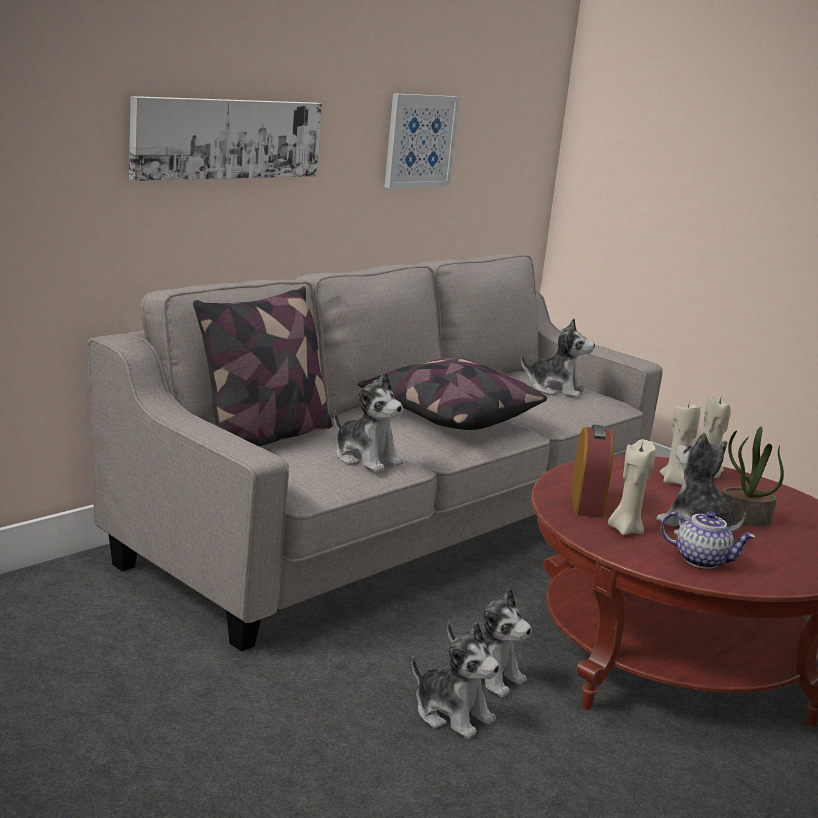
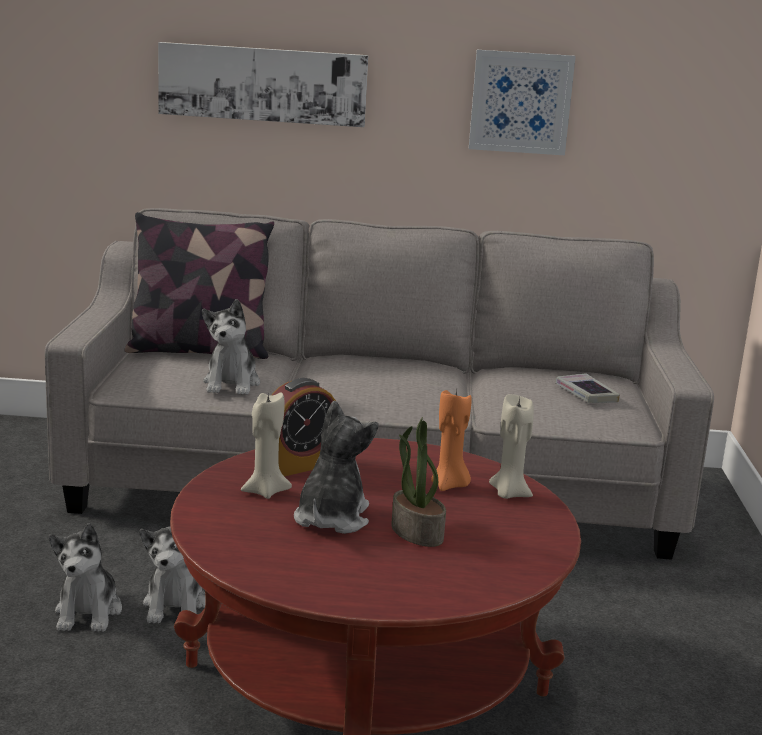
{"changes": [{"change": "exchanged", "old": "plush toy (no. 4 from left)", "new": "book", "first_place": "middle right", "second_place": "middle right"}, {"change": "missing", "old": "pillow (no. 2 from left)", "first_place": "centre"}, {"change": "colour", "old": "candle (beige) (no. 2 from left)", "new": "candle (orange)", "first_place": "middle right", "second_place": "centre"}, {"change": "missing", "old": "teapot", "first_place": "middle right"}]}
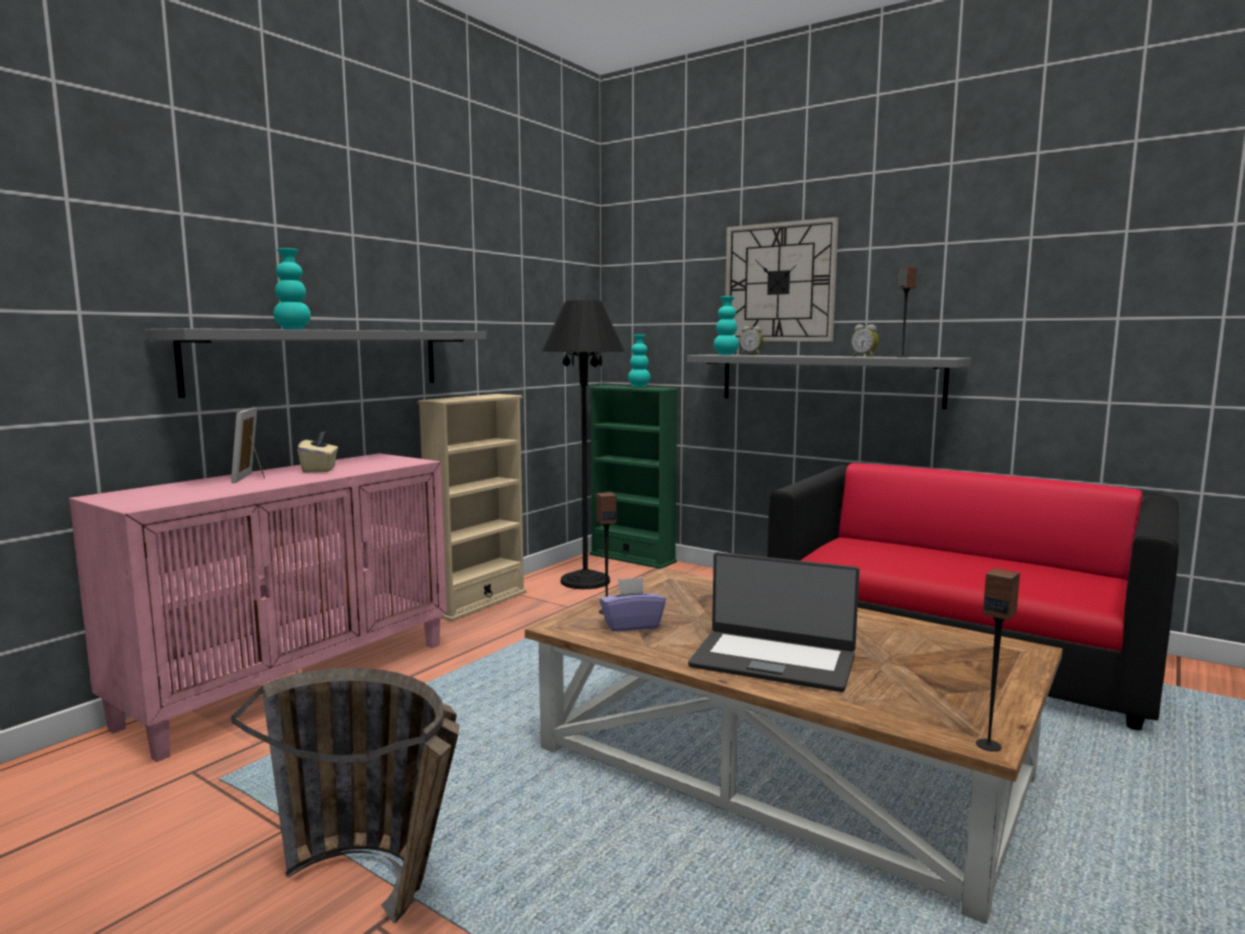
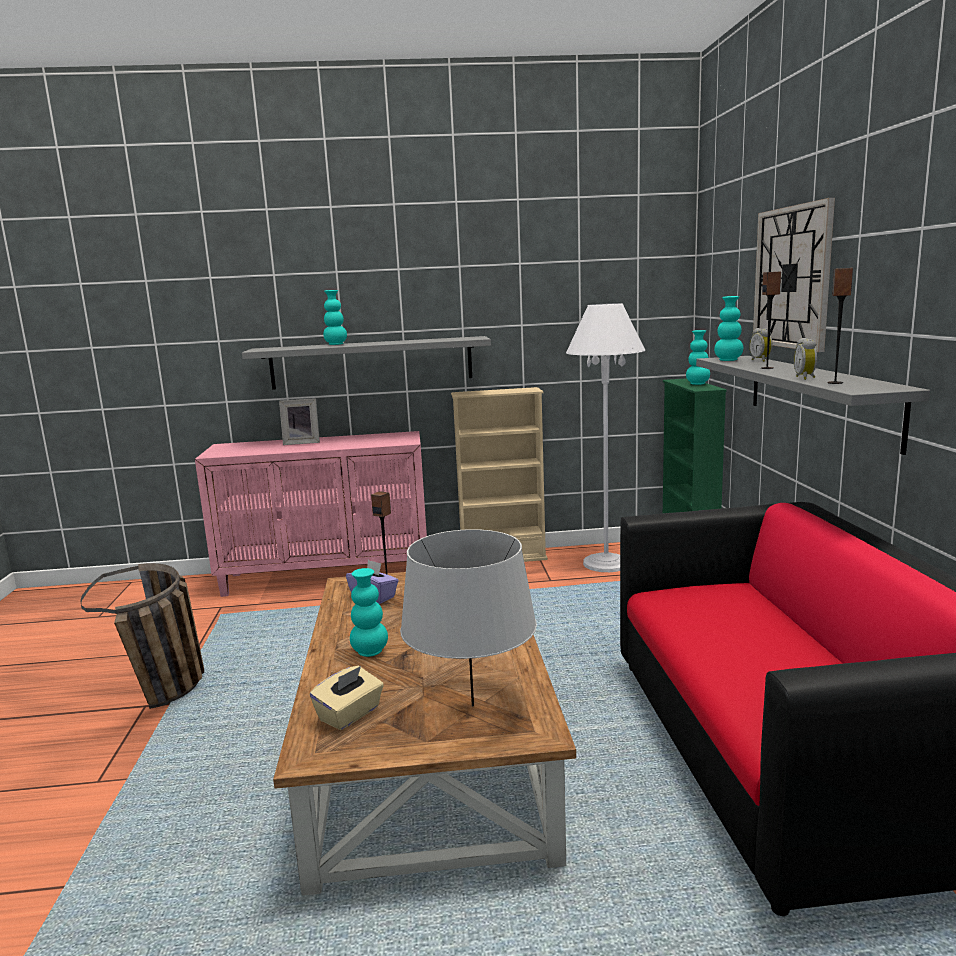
{"changes": [{"change": "colour", "old": "floor lamp (black)", "new": "floor lamp (white)", "first_place": "centre", "second_place": "centre"}, {"change": "spun", "old": "picture frame", "first_place": "middle left", "second_place": "middle left", "degrees": -135}, {"change": "relocated", "old": "tissue box (beige)", "first_place": "middle left", "second_place": "bottom centre"}, {"change": "exchanged", "old": "laptop", "new": "vase (turquoise) (no. 2 from left)", "first_place": "centre", "second_place": "centre"}, {"change": "relocated", "old": "speaker (no. 3 from left in the first image)", "new": "speaker (no. 2 from left)", "first_place": "bottom right", "second_place": "middle right"}, {"change": "appeared", "new": "table lamp (grey)", "second_place": "centre"}]}
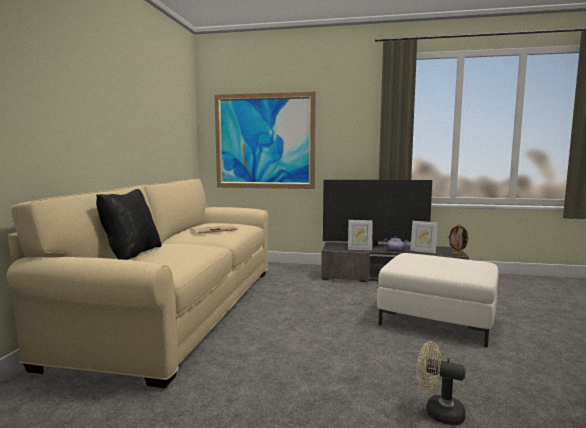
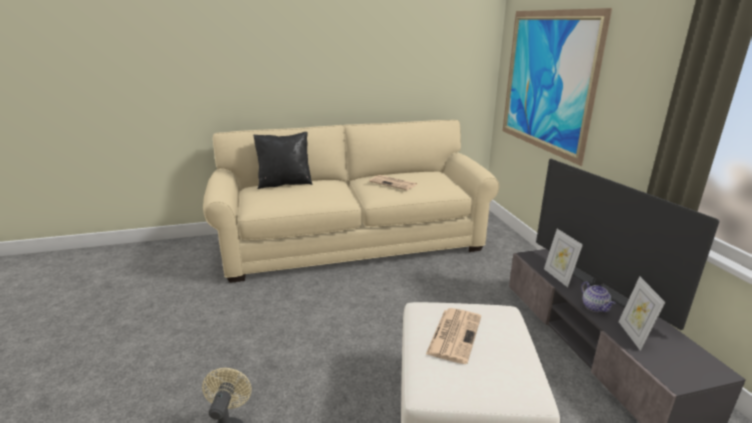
{"changes": [{"change": "missing", "old": "picture frame (no. 3 from left)", "first_place": "middle right"}, {"change": "appeared", "new": "newspaper (no. 2 from left)", "second_place": "bottom centre"}]}
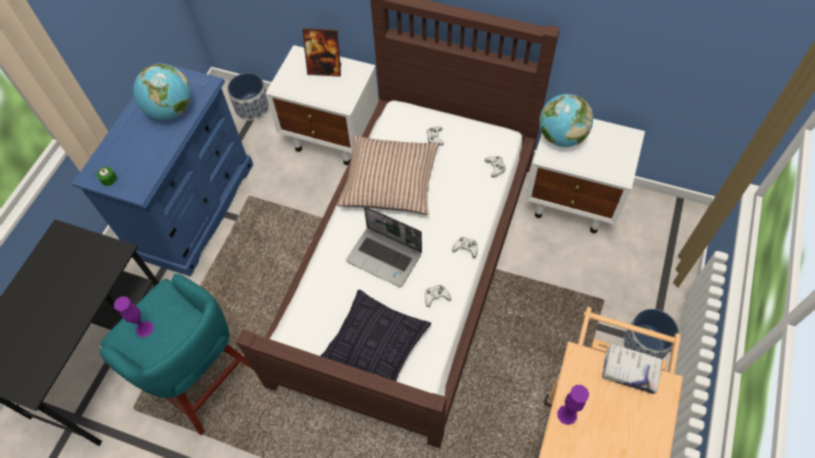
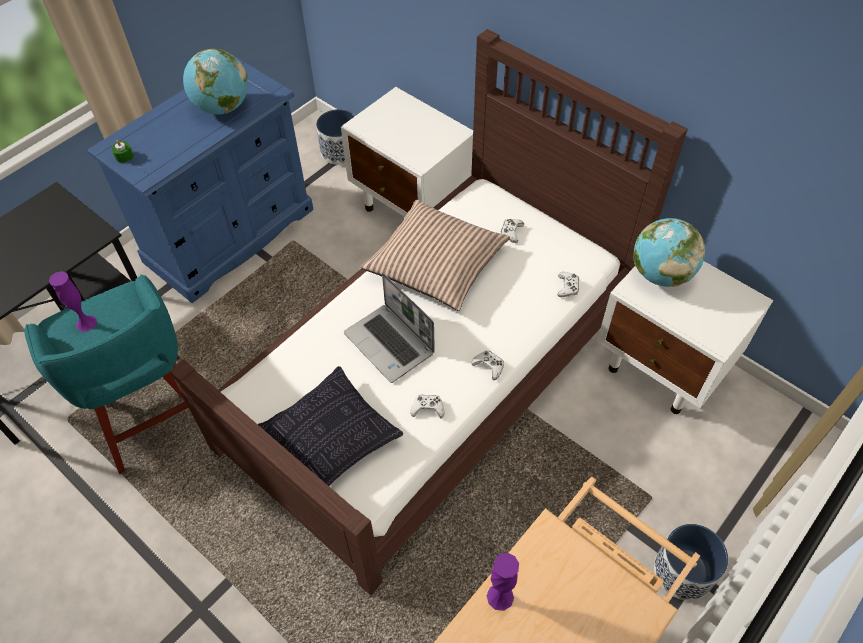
{"changes": [{"change": "missing", "old": "picture frame", "first_place": "top centre"}, {"change": "missing", "old": "book (white)", "first_place": "bottom right"}]}
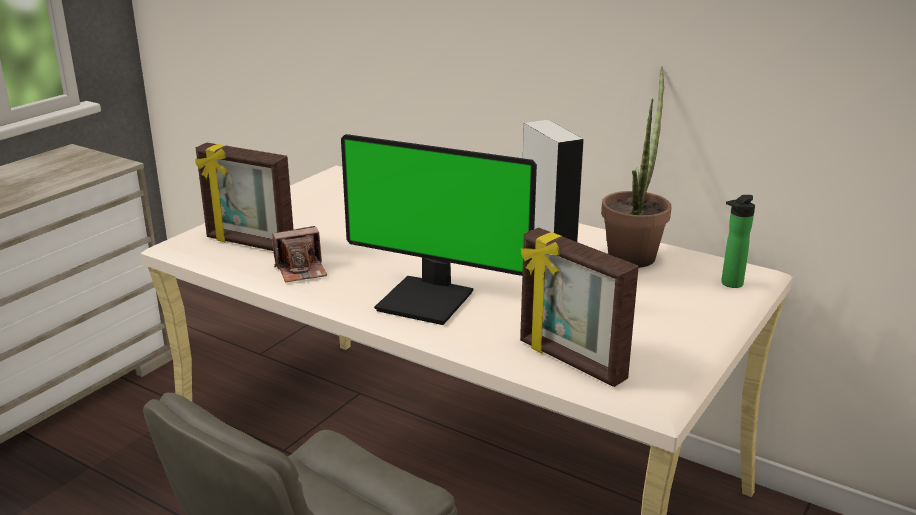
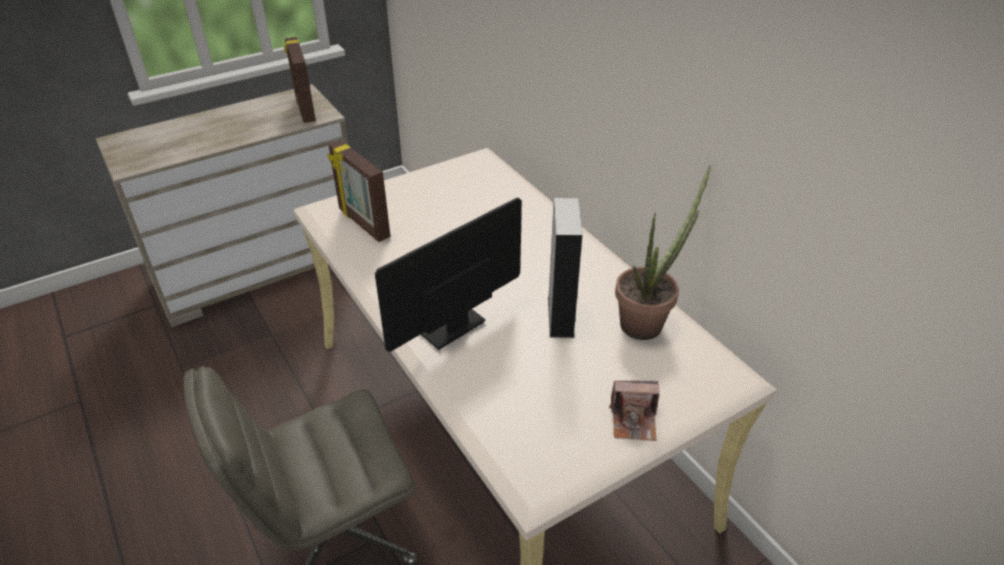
{"changes": [{"change": "spun", "old": "monitor", "first_place": "centre", "second_place": "centre", "degrees": 90}, {"change": "missing", "old": "bottle", "first_place": "middle right"}, {"change": "relocated", "old": "photo camera", "first_place": "middle left", "second_place": "bottom centre"}, {"change": "relocated", "old": "picture frame (no. 2 from left in the first image)", "new": "picture frame (no. 1 from left)", "first_place": "centre", "second_place": "top left"}]}
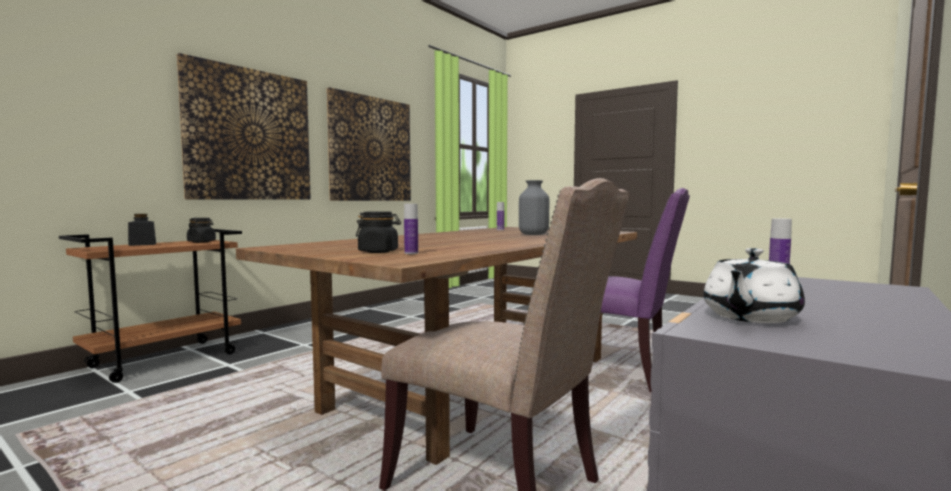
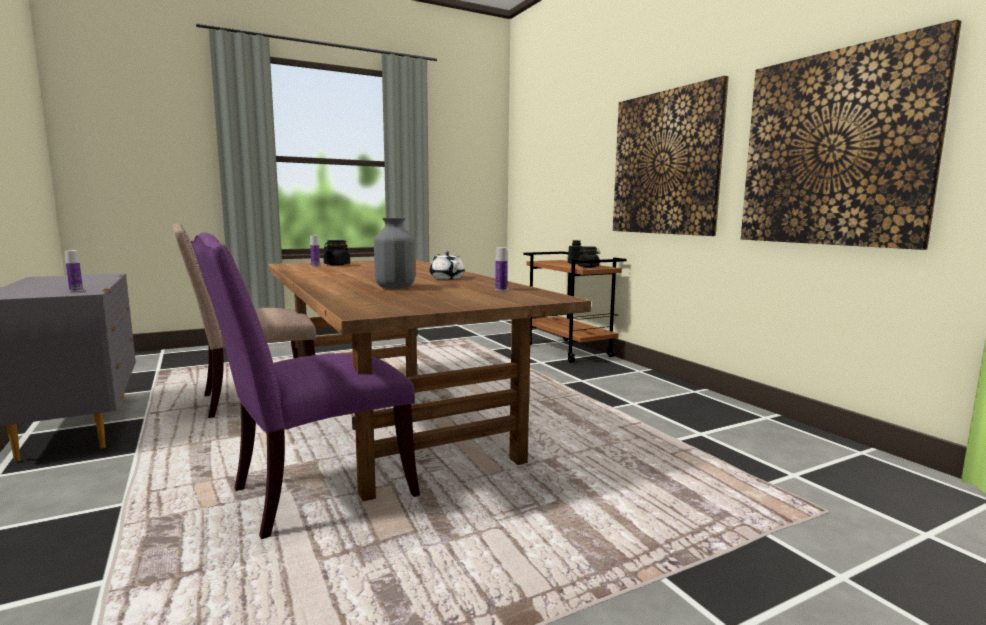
{"changes": [{"change": "relocated", "old": "teapot (white)", "first_place": "middle right", "second_place": "centre"}]}
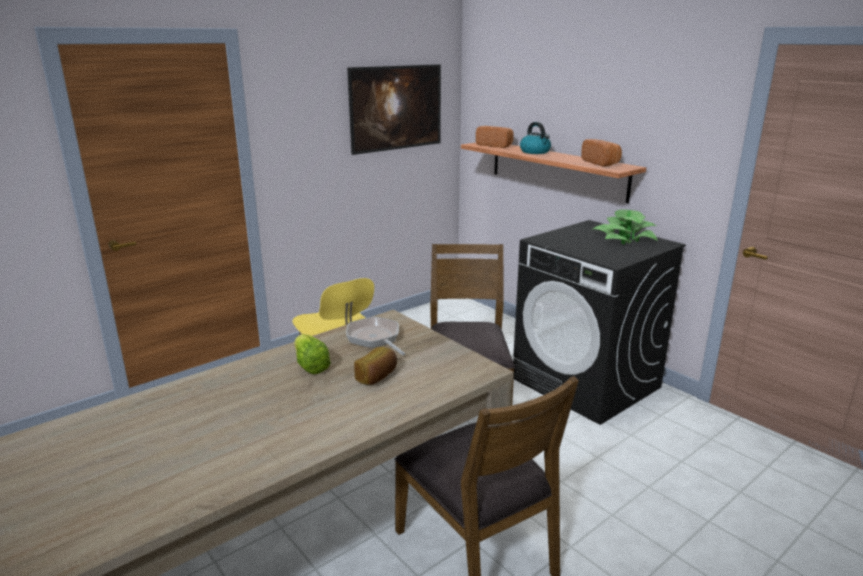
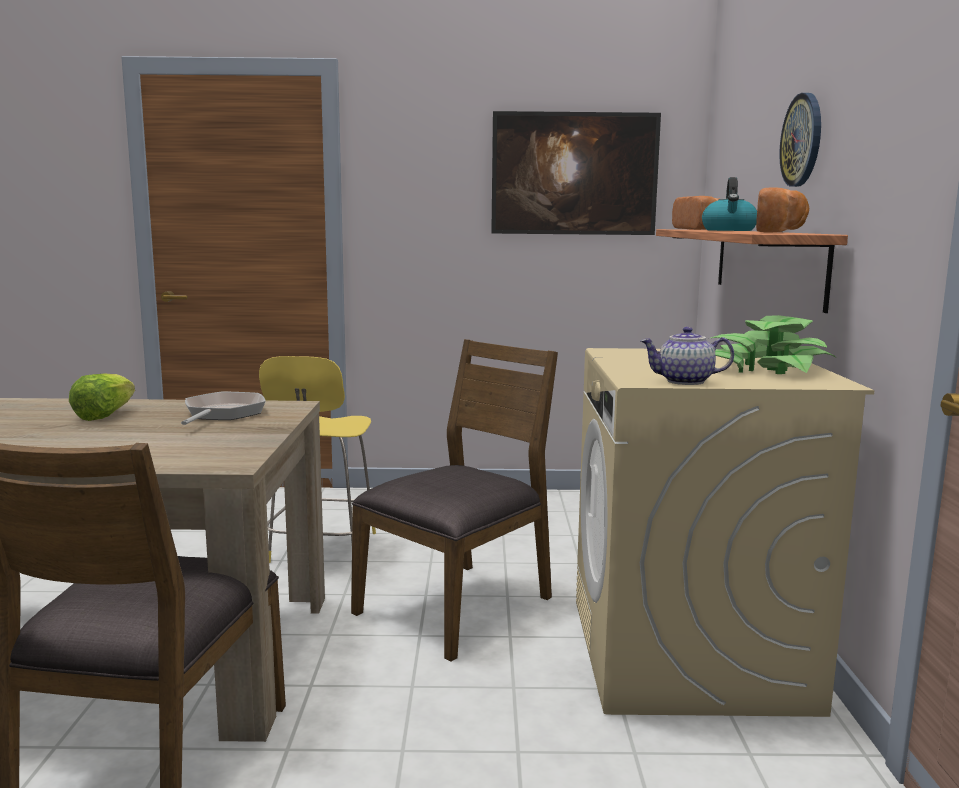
{"changes": [{"change": "colour", "old": "washing machine (black)", "new": "washing machine (beige)", "first_place": "middle right", "second_place": "bottom right"}, {"change": "missing", "old": "bread (no. 1 from left)", "first_place": "centre"}, {"change": "appeared", "new": "wall clock", "second_place": "top right"}, {"change": "appeared", "new": "teapot", "second_place": "middle right"}]}
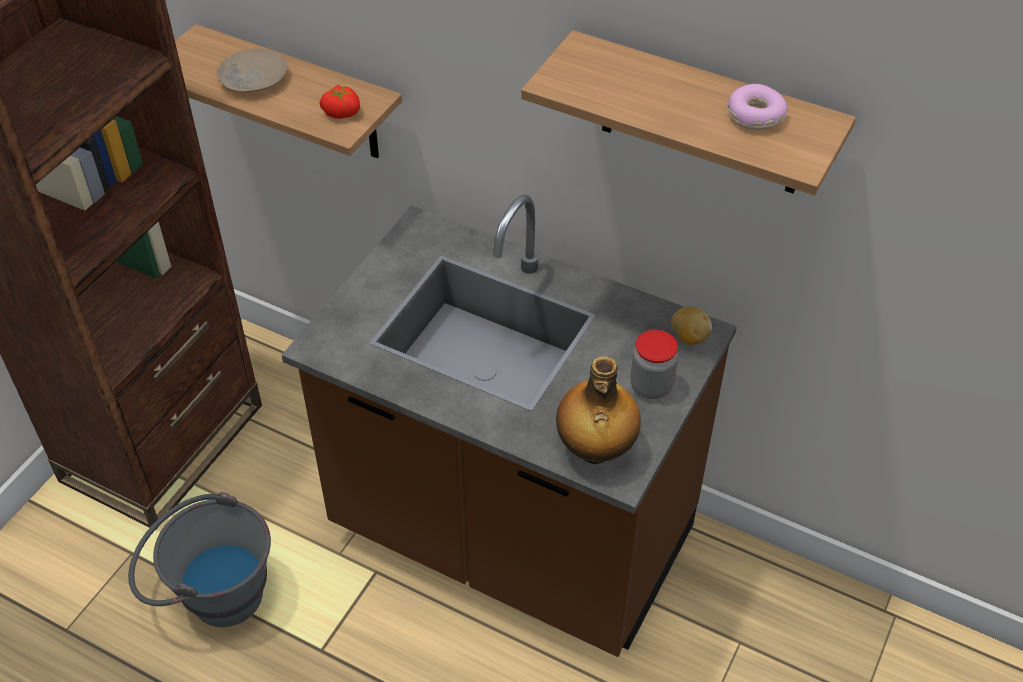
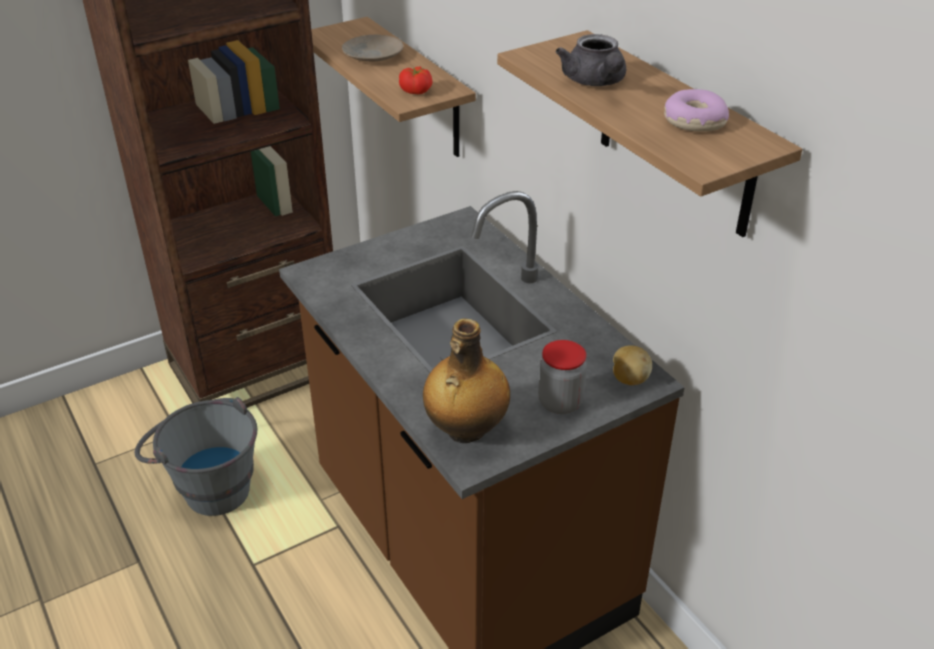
{"changes": [{"change": "appeared", "new": "teapot (grey)", "second_place": "top centre"}]}
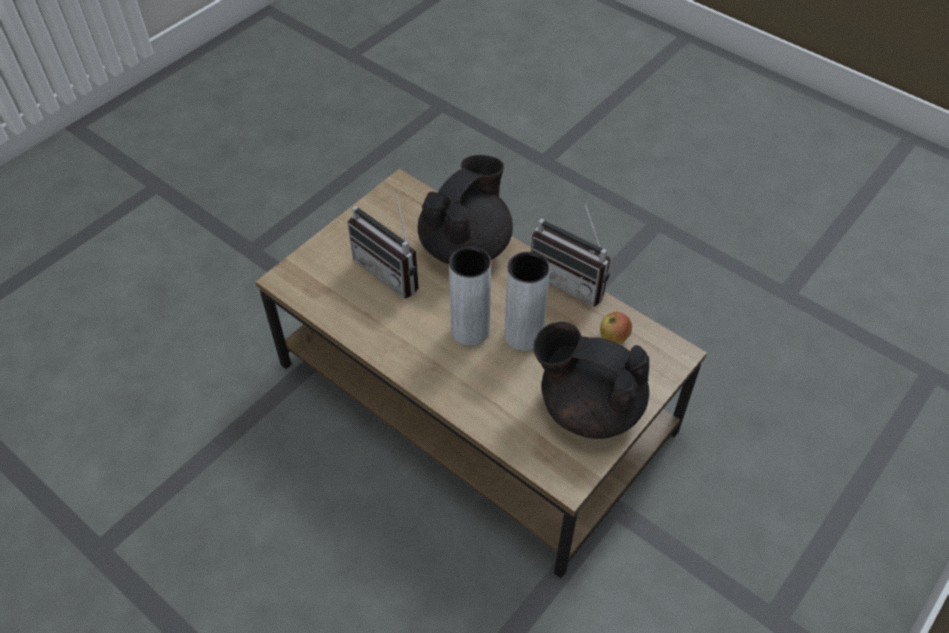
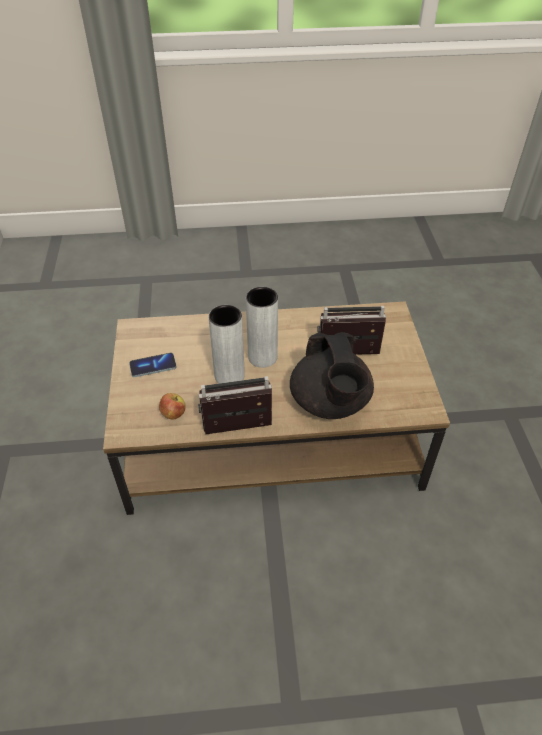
{"changes": [{"change": "exchanged", "old": "teapot (black) (no. 2 from left)", "new": "phone", "first_place": "centre", "second_place": "middle left"}]}
